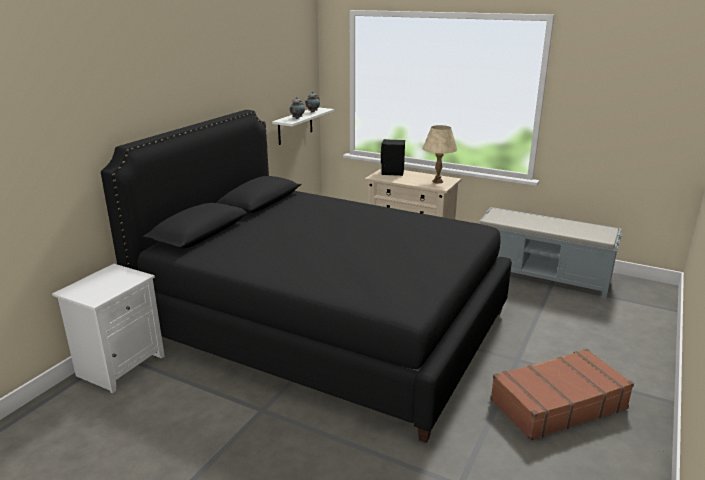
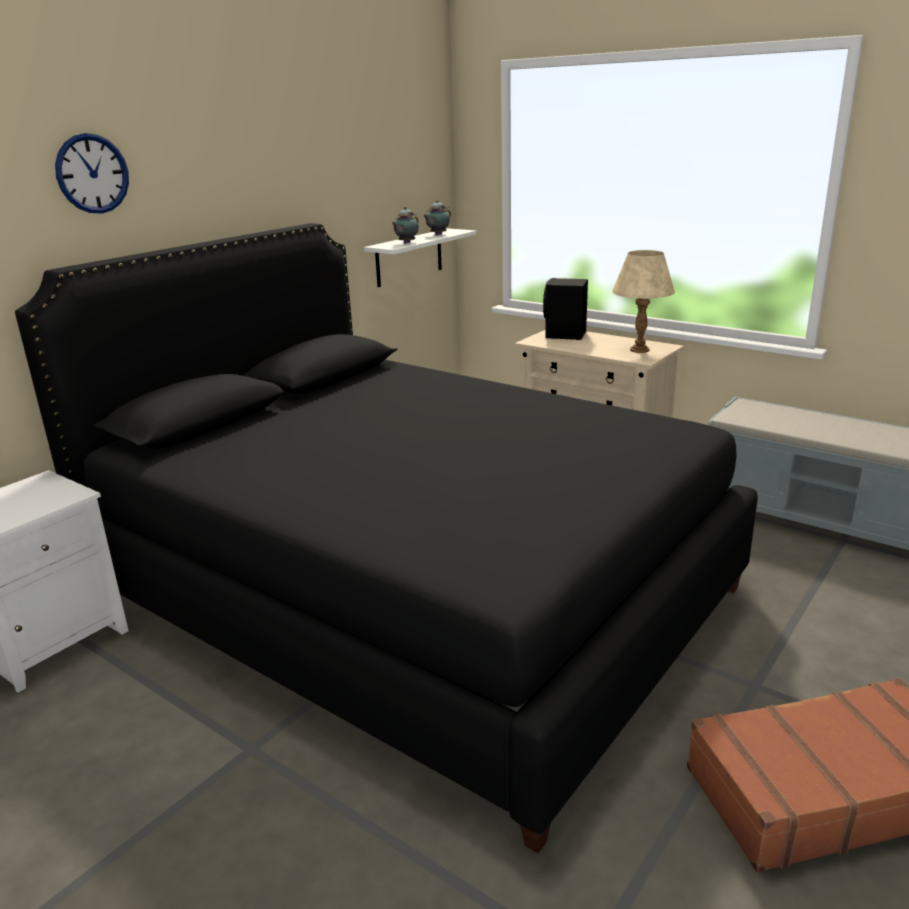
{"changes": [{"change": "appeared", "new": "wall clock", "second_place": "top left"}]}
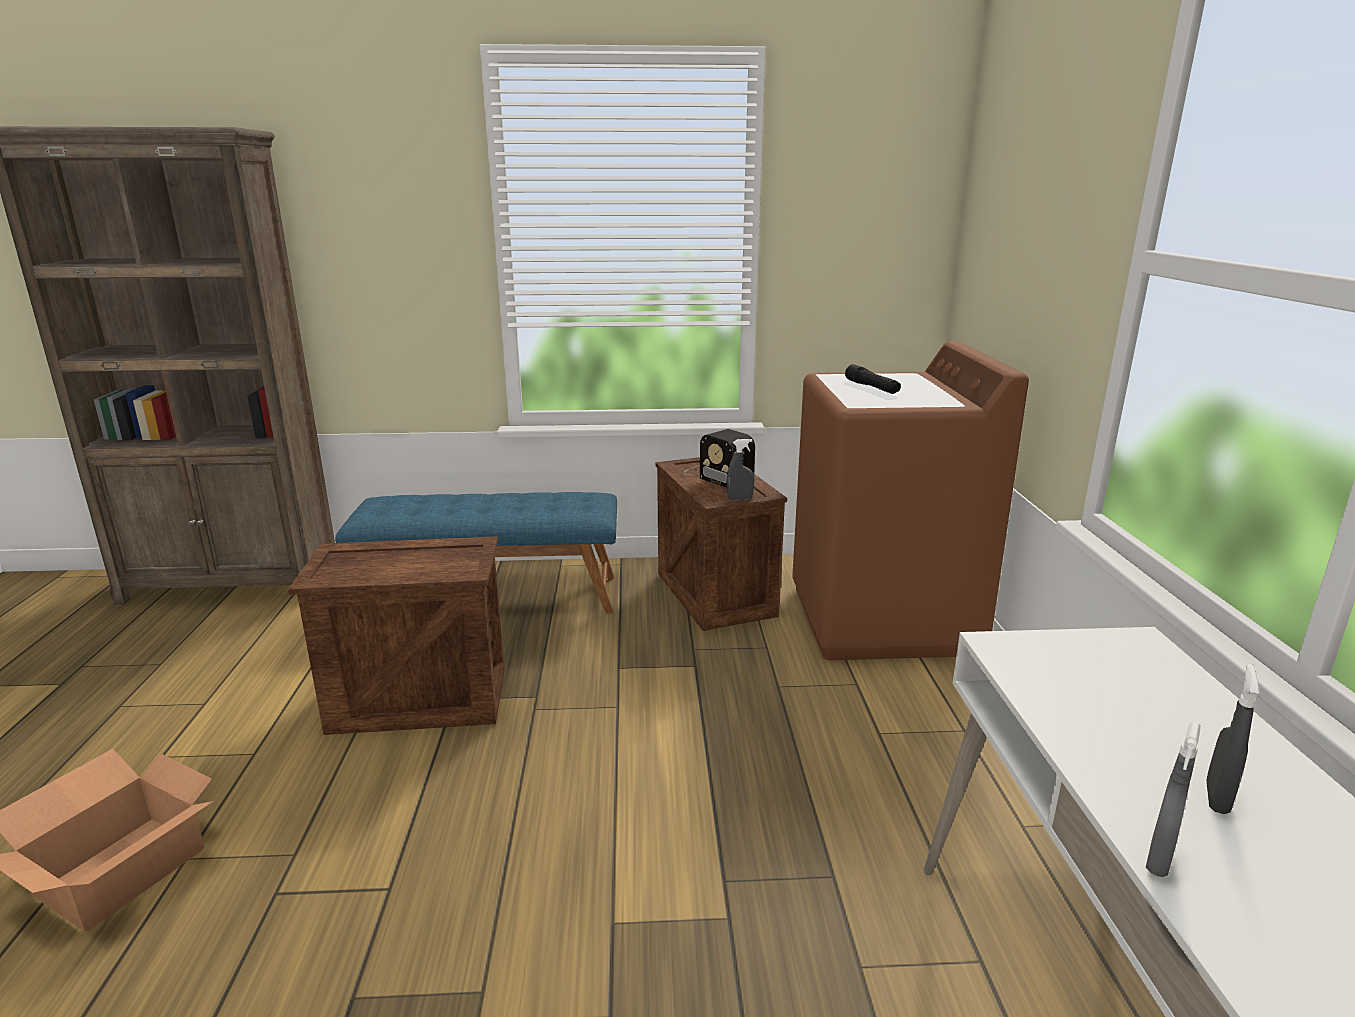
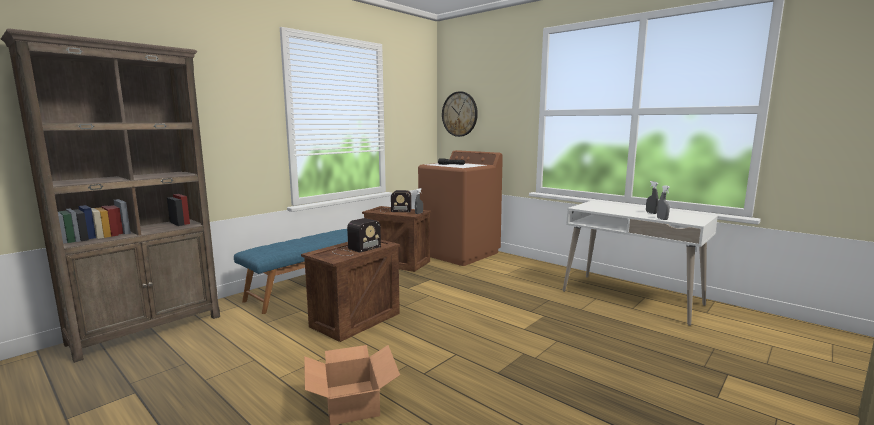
{"changes": [{"change": "appeared", "new": "wall clock", "second_place": "top centre"}, {"change": "appeared", "new": "radio (no. 1 from left)", "second_place": "centre"}]}
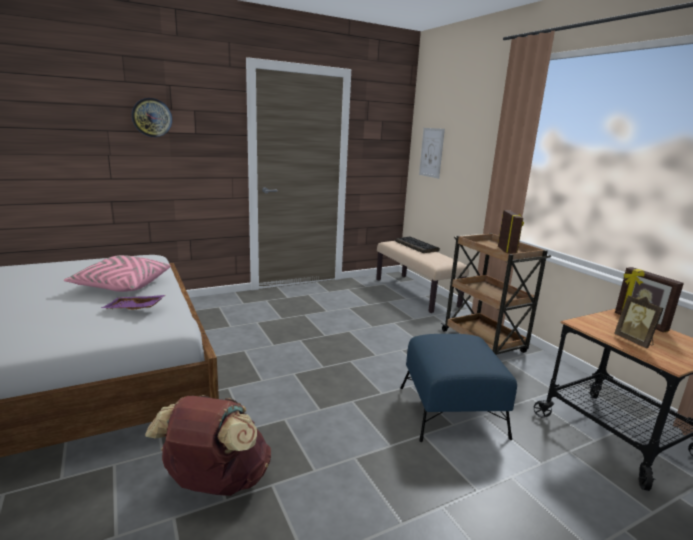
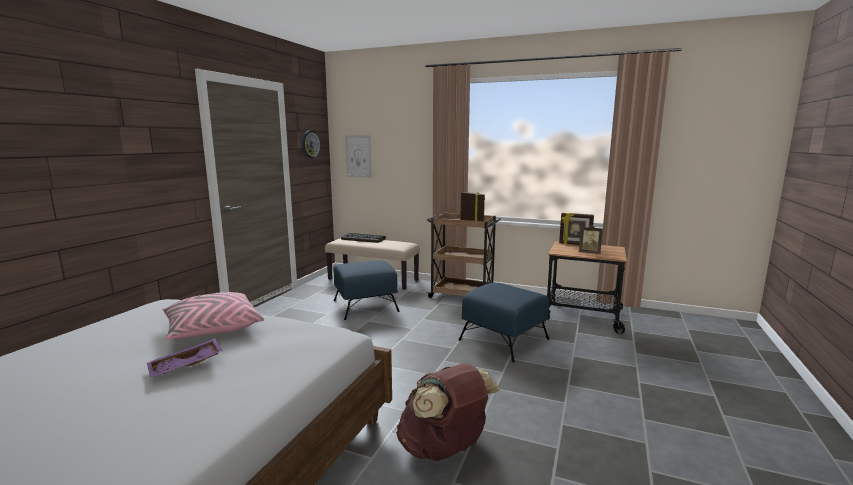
{"changes": [{"change": "relocated", "old": "wall clock", "first_place": "top left", "second_place": "top centre"}, {"change": "relocated", "old": "tray (purple)", "first_place": "middle left", "second_place": "bottom left"}, {"change": "appeared", "new": "ottoman (blue) (no. 1 from left)", "second_place": "centre"}]}
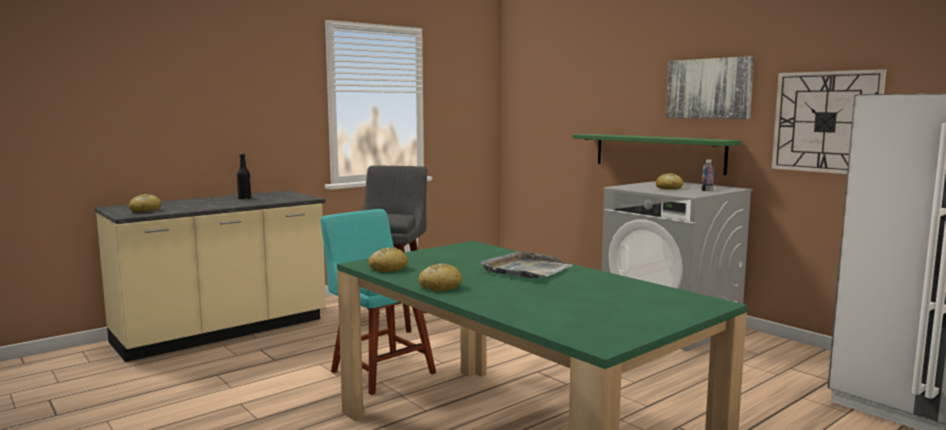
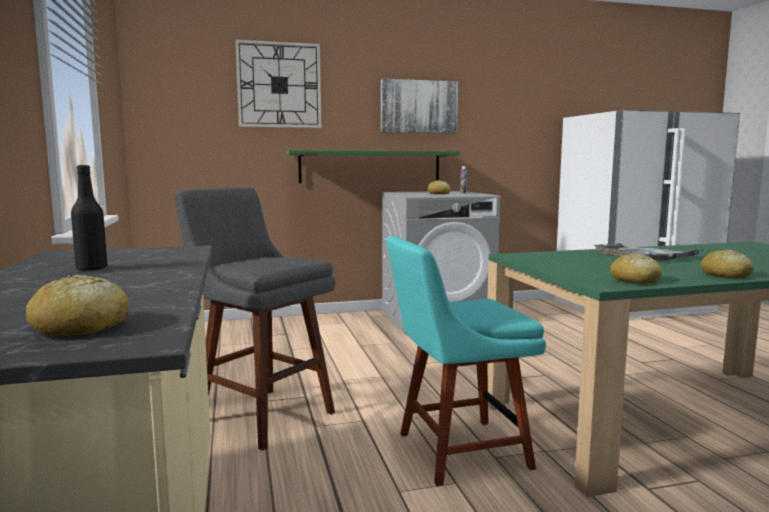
{"changes": [{"change": "relocated", "old": "wall clock", "first_place": "top right", "second_place": "top centre"}]}
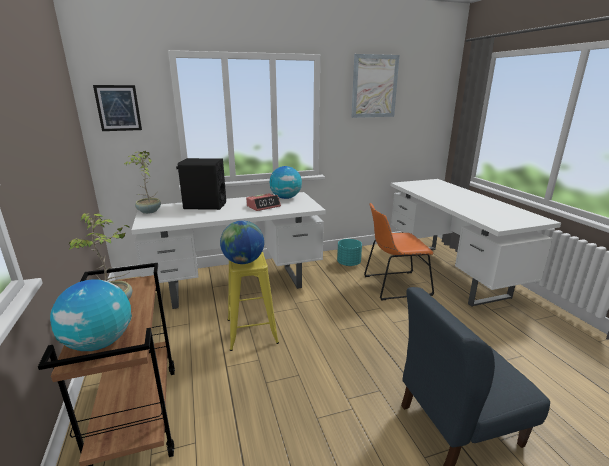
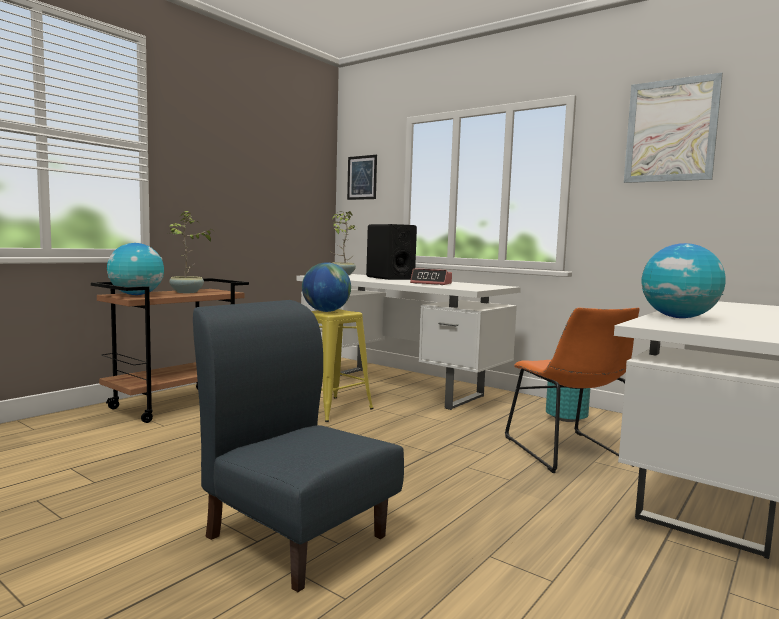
{"changes": [{"change": "relocated", "old": "globe (no. 3 from left)", "first_place": "centre", "second_place": "middle right"}, {"change": "spun", "old": "chair (orange)", "first_place": "centre", "second_place": "middle right", "degrees": -150}]}
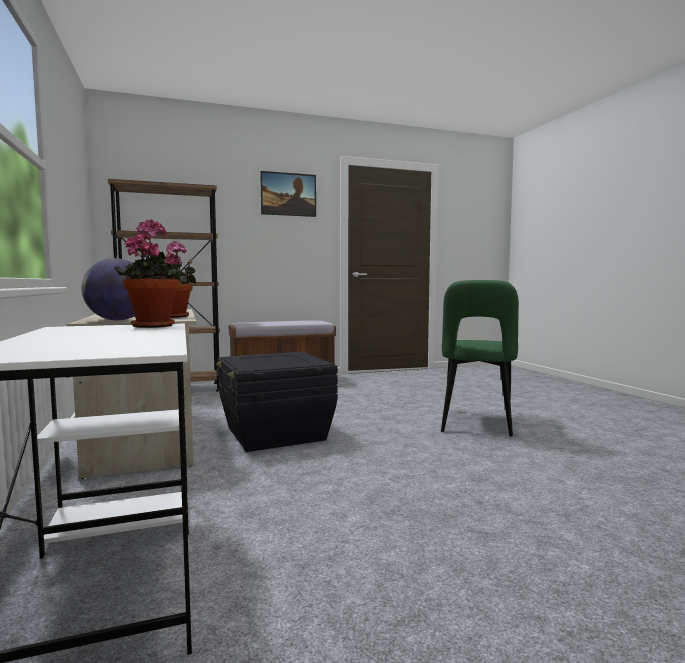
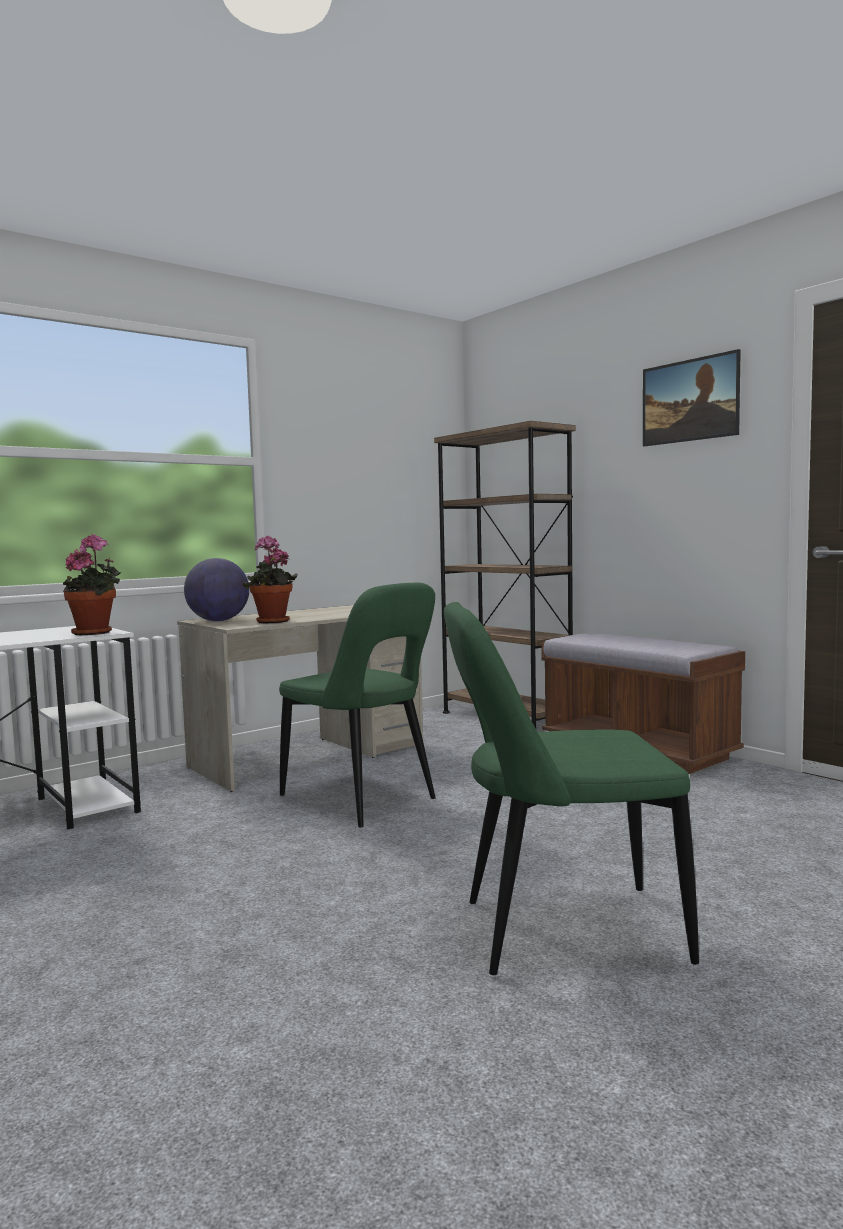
{"changes": [{"change": "exchanged", "old": "storage box (black)", "new": "chair (green) (no. 1 from left)", "first_place": "centre", "second_place": "centre"}]}
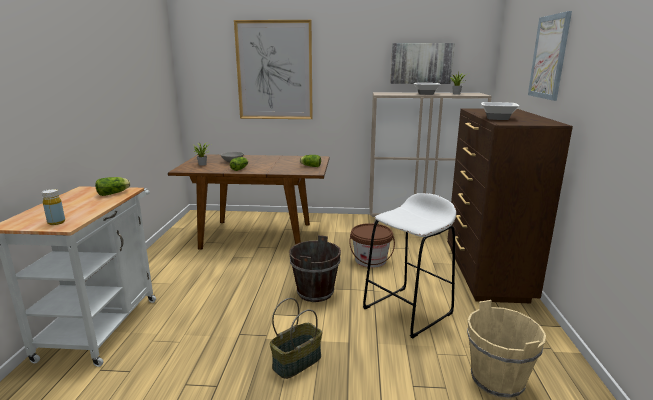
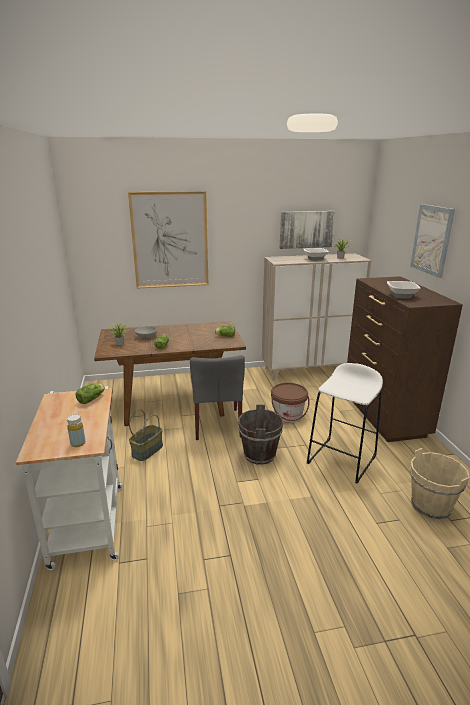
{"changes": [{"change": "relocated", "old": "basket", "first_place": "bottom centre", "second_place": "middle left"}, {"change": "appeared", "new": "chair (grey)", "second_place": "centre"}]}
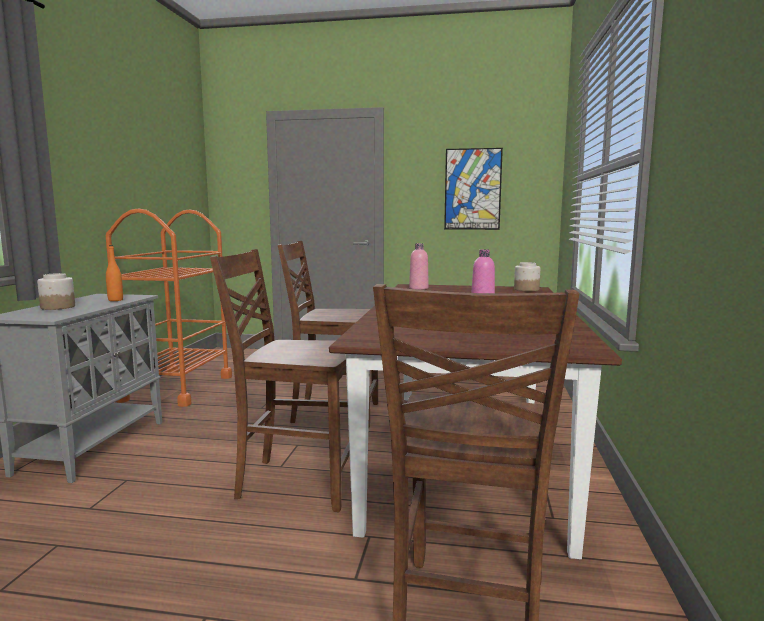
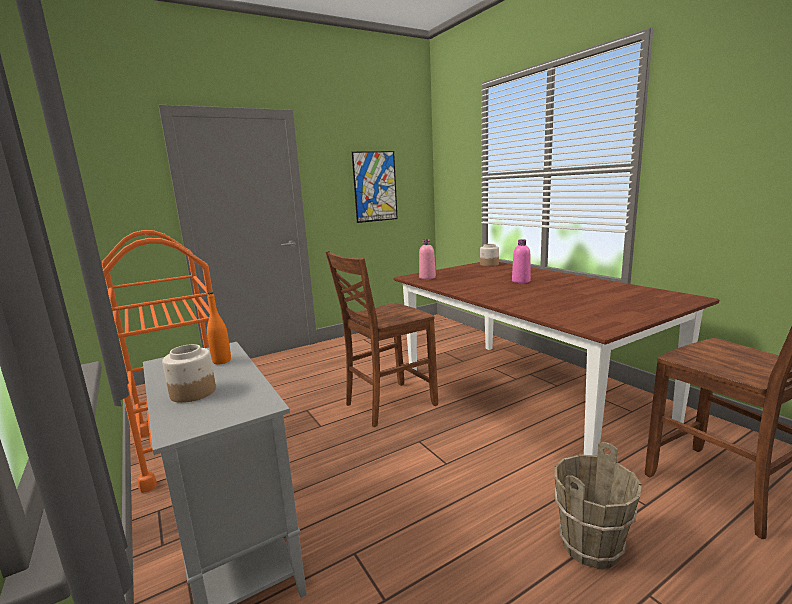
{"changes": [{"change": "missing", "old": "chair (brown) (no. 1 from left)", "first_place": "centre"}, {"change": "appeared", "new": "bucket (brown)", "second_place": "bottom right"}]}
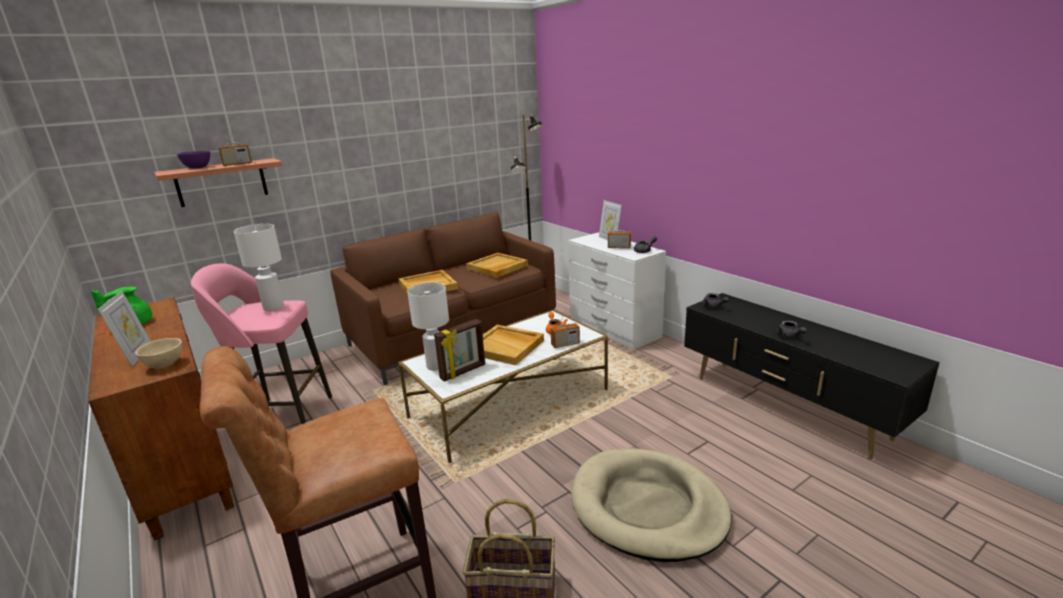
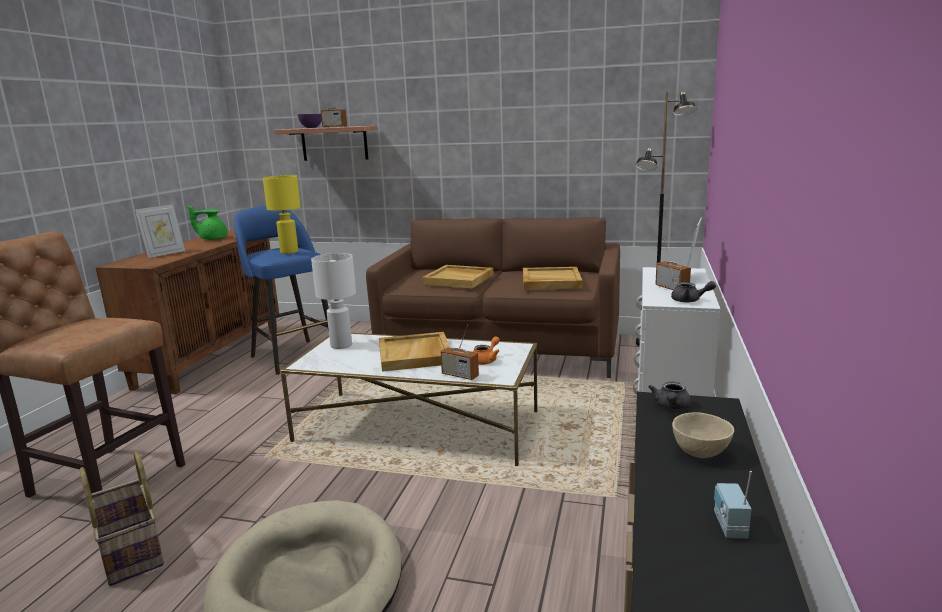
{"changes": [{"change": "colour", "old": "table lamp (white) (no. 1 from left)", "new": "table lamp (yellow)", "first_place": "middle left", "second_place": "middle left"}, {"change": "colour", "old": "stool (pink)", "new": "stool (blue)", "first_place": "middle left", "second_place": "middle left"}, {"change": "missing", "old": "picture frame (no. 2 from left)", "first_place": "centre"}, {"change": "missing", "old": "teapot (grey) (no. 3 from left)", "first_place": "middle right"}, {"change": "relocated", "old": "bowl (beige)", "first_place": "middle left", "second_place": "bottom right"}, {"change": "appeared", "new": "radio (no. 4 from left)", "second_place": "bottom right"}]}
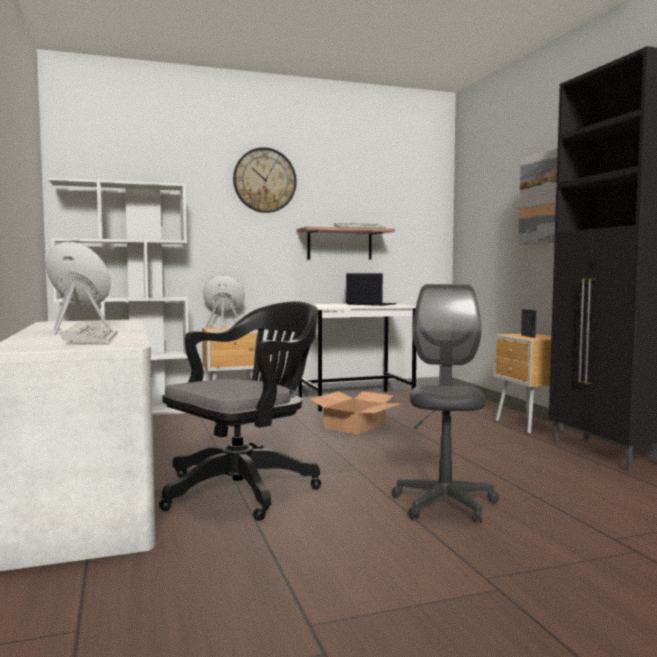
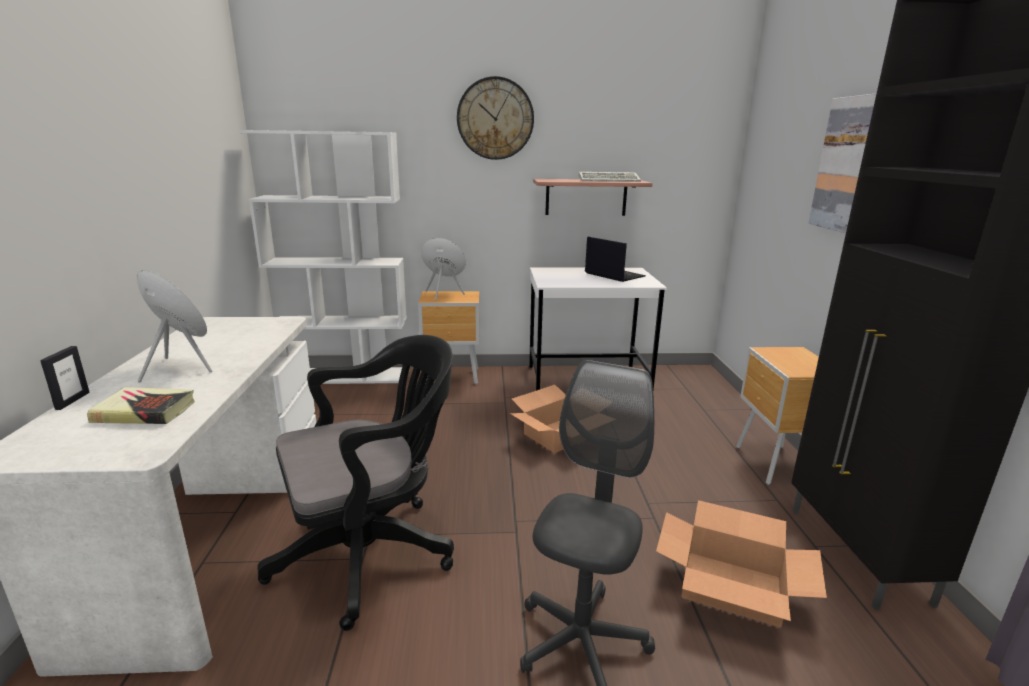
{"changes": [{"change": "relocated", "old": "picture frame", "first_place": "middle right", "second_place": "middle left"}, {"change": "exchanged", "old": "keyboard (no. 1 from left)", "new": "book", "first_place": "middle left", "second_place": "middle left"}, {"change": "appeared", "new": "cardboard box (no. 2 from left)", "second_place": "bottom right"}]}
